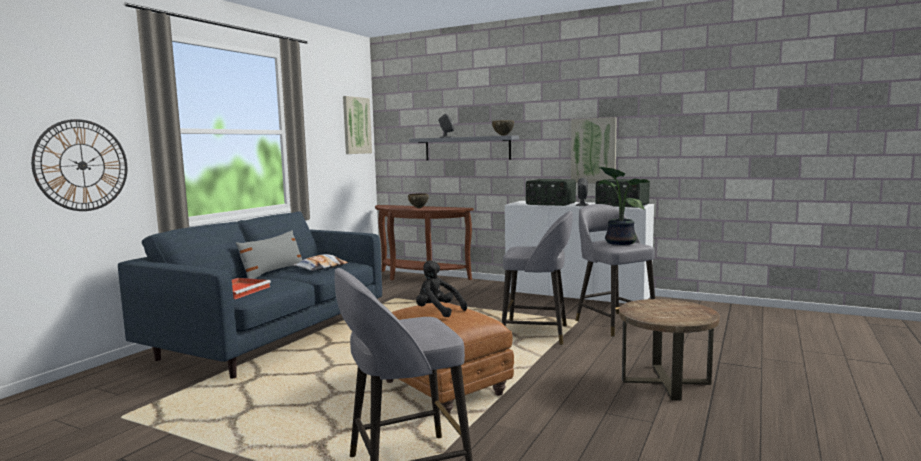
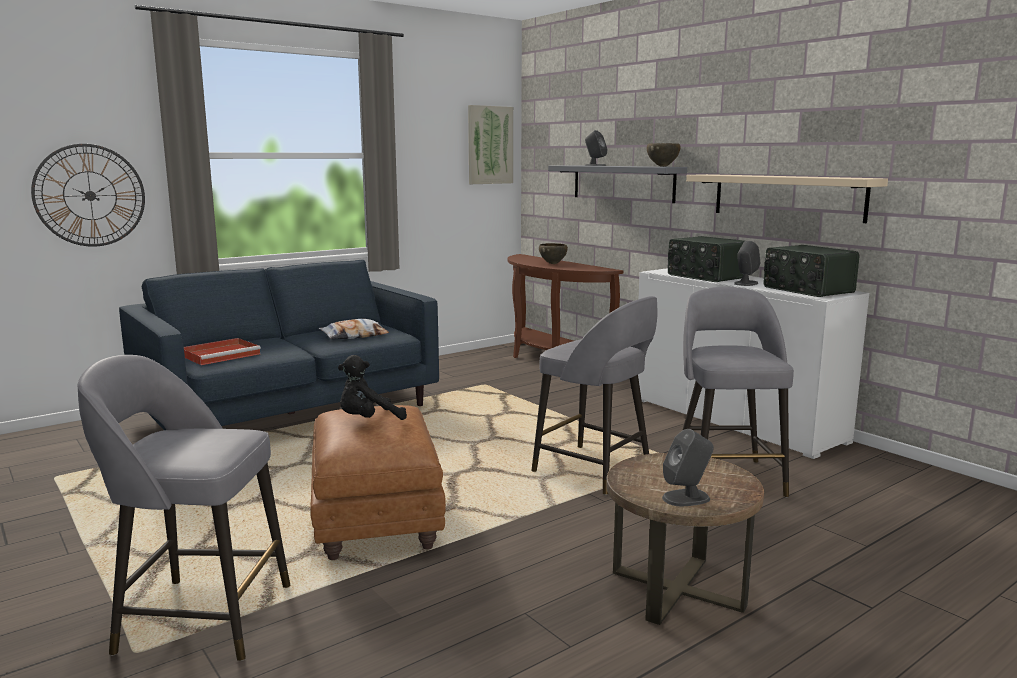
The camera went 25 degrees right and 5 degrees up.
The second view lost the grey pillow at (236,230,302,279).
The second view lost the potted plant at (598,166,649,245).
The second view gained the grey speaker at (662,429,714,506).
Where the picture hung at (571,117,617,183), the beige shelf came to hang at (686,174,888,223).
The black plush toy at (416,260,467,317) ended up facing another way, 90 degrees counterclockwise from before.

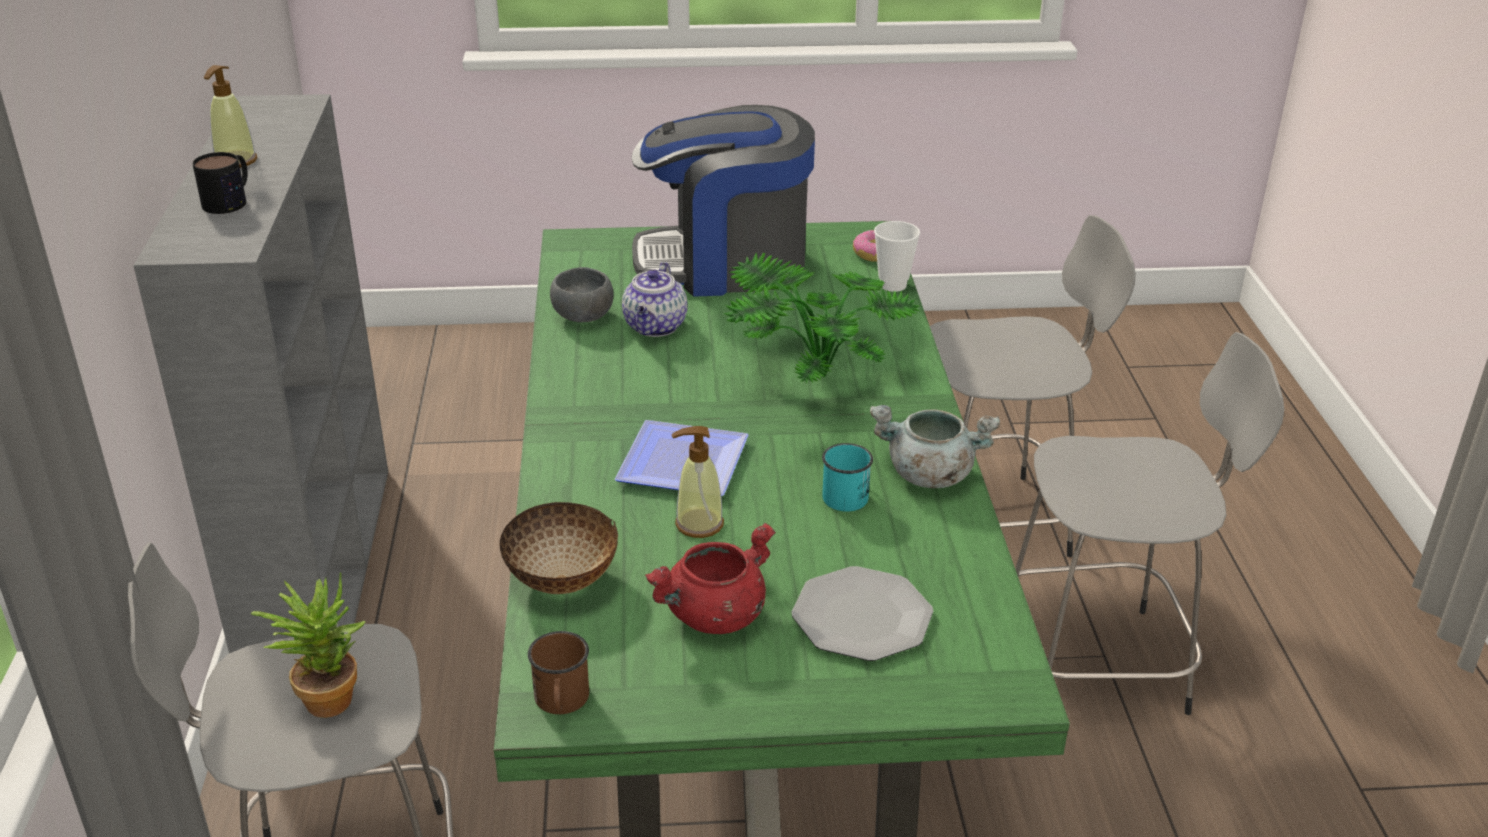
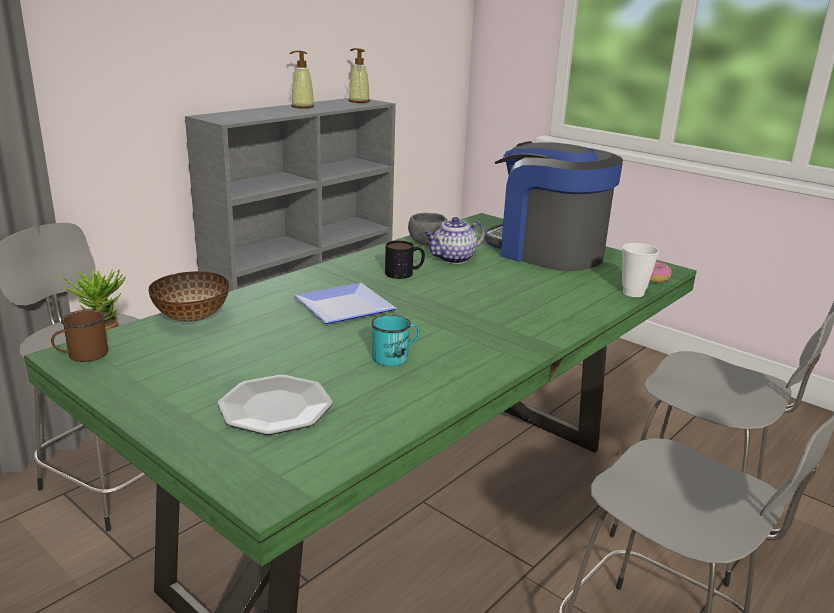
The camera went 45 degrees right and 10 degrees down.
The second view lost the red cooking pot at (645,523,776,634).
The second view lost the potted plant at (723,252,919,383).
The second view lost the grey cooking pot at (870,405,1000,488).
The mug ended up elsewhere, having gone from (192,152,248,214) to (385,241,425,279).
The soap dispenser ended up elsewhere, having gone from (672,426,724,538) to (349,48,370,103).

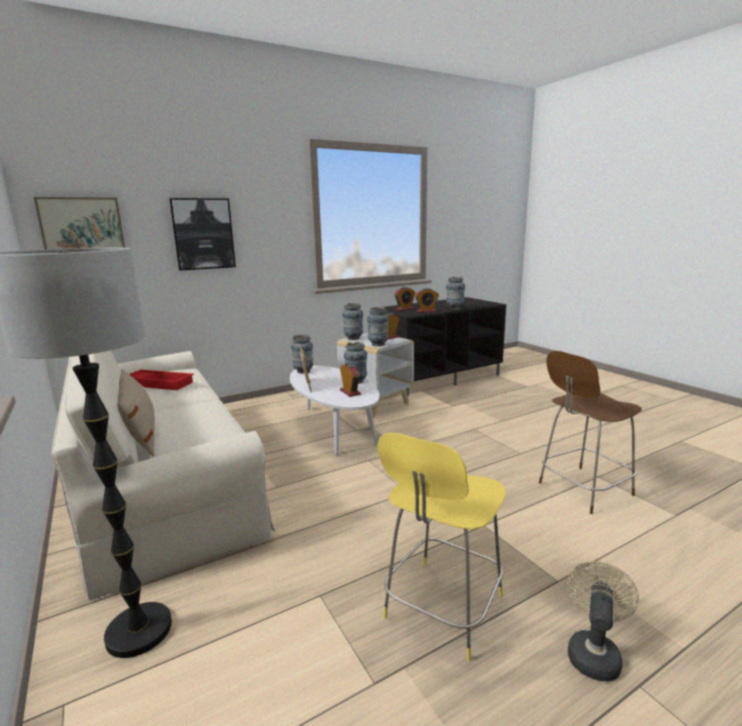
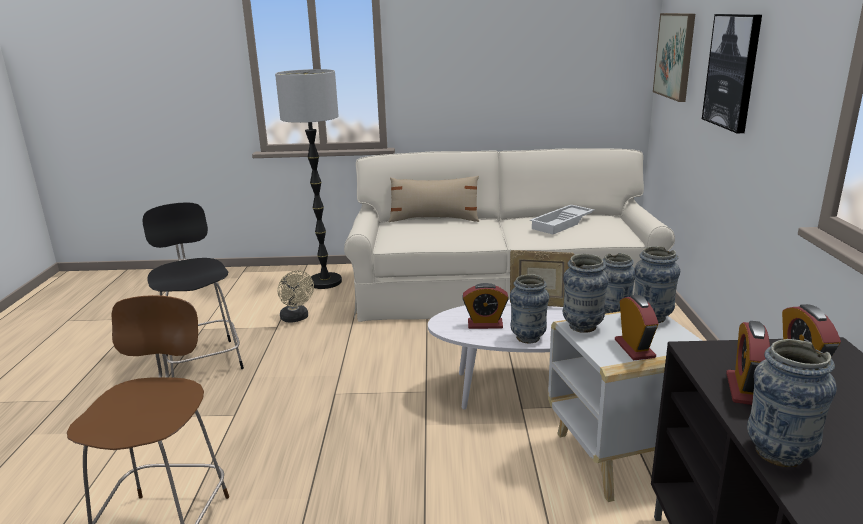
The camera went 120 degrees right and 5 degrees up.
The beige fan ended up elsewhere, having gone from (567,561,639,681) to (278,270,314,322).
What was the red tray at (129,369,194,390) turned into the white tray at (530,205,594,234).
What was the yellow stool at (378,432,506,661) turned into the black stool at (142,202,244,378).

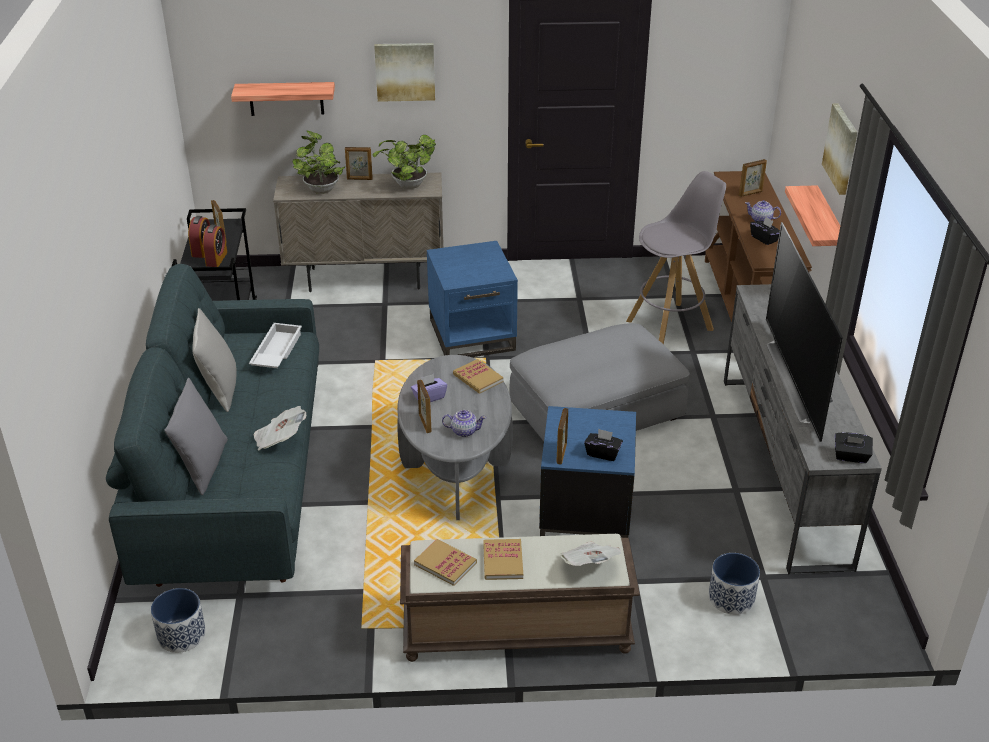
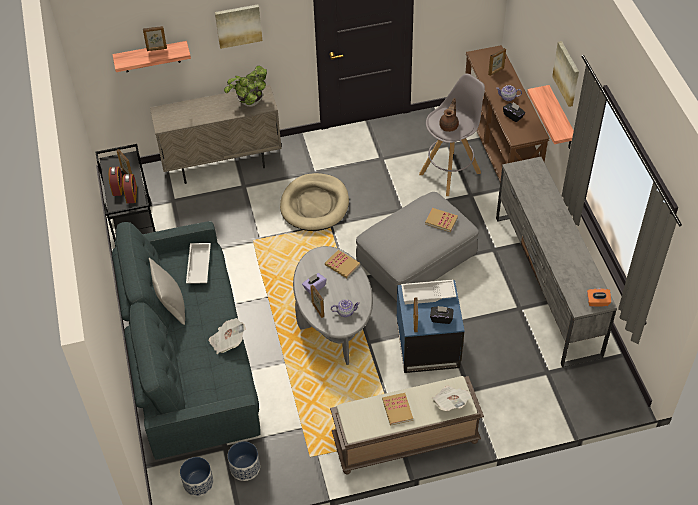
The camera went 10 degrees left and 15 degrees up.
The second view lost the grey pillow at (164,378,228,495).
The second view lost the potted plant at (292,130,345,194).
The second view lost the television at (766,222,843,442).
The second view gained the white tray at (401,280,456,305).
The second view gained the brown teapot at (439,98,459,132).
The picture frame ended up elsewhere, having gone from (345,147,373,180) to (143,26,167,51).
The book ended up elsewhere, having gone from (414,539,477,586) to (425,208,458,232).
The planter ended up elsewhere, having gone from (709,553,760,615) to (228,441,260,481).
Where the blue side table stood at (427,241,518,357), the beige dog bed came to stand at (280,173,349,231).
What was the black tissue box at (835,432,873,463) turned into the orange tissue box at (587,289,611,307).

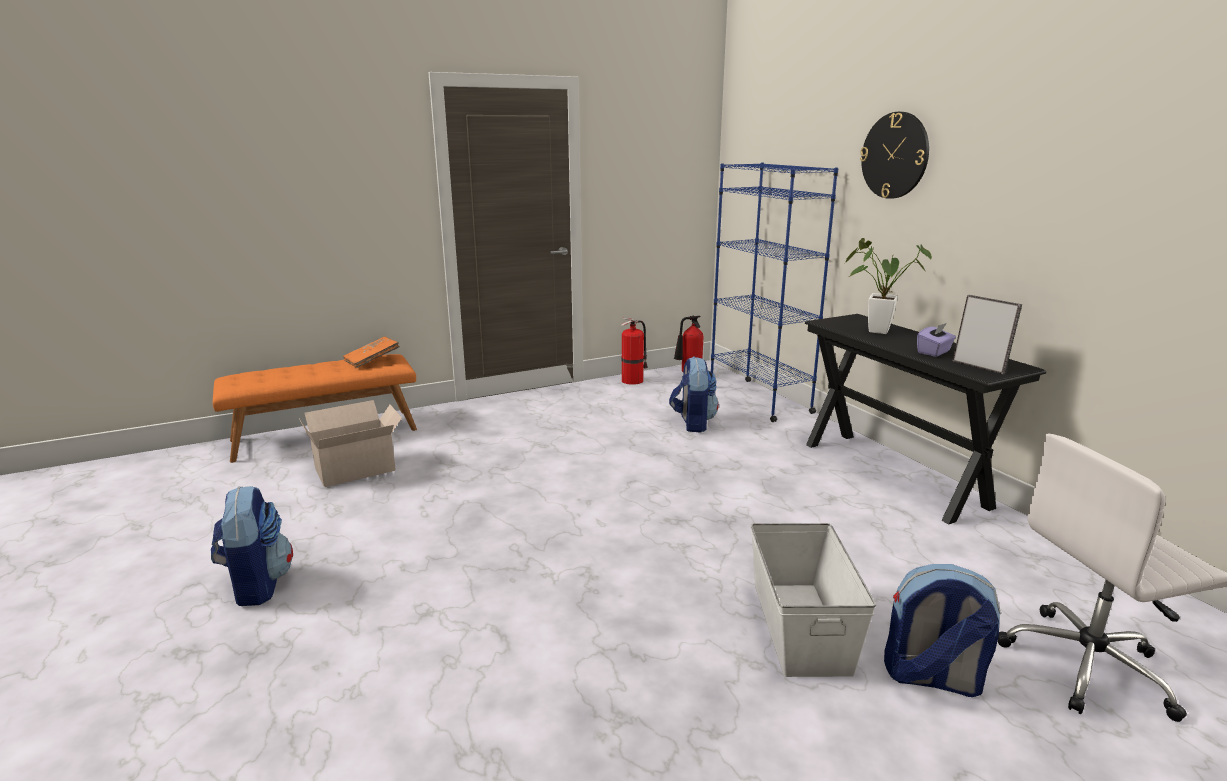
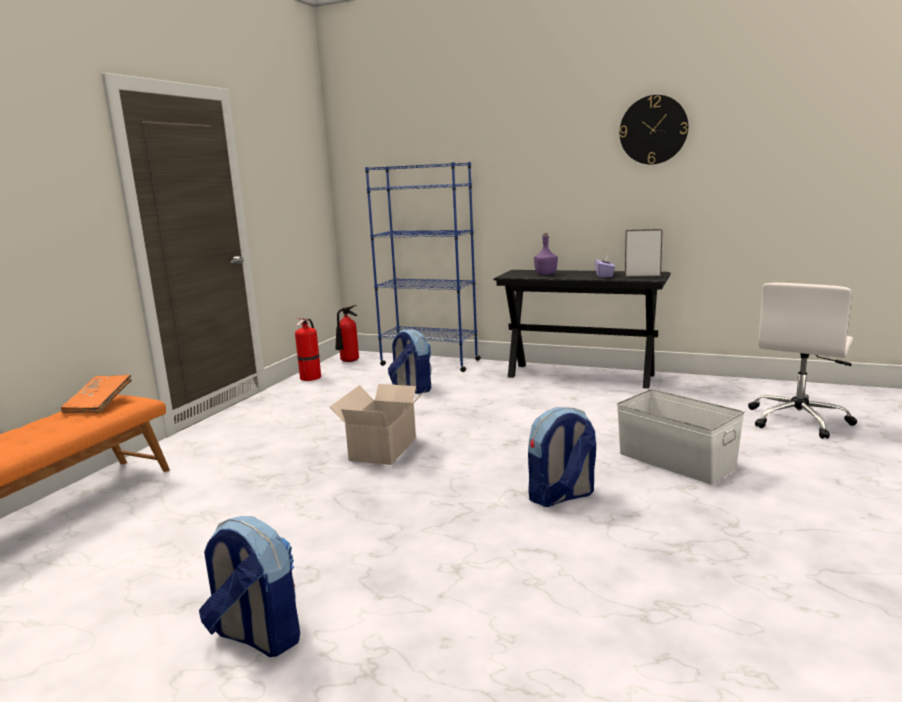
The camera went 40 degrees left and 5 degrees down.
The cardboard box ended up elsewhere, having gone from (299,400,402,487) to (330,384,427,465).
The wall clock ended up elsewhere, having gone from (860,112,929,199) to (620,95,688,164).
The backpack ended up elsewhere, having gone from (884,564,1001,697) to (528,407,596,507).
Where the potted plant stood at (845,238,932,334), the purple bottle came to stand at (534,233,558,275).

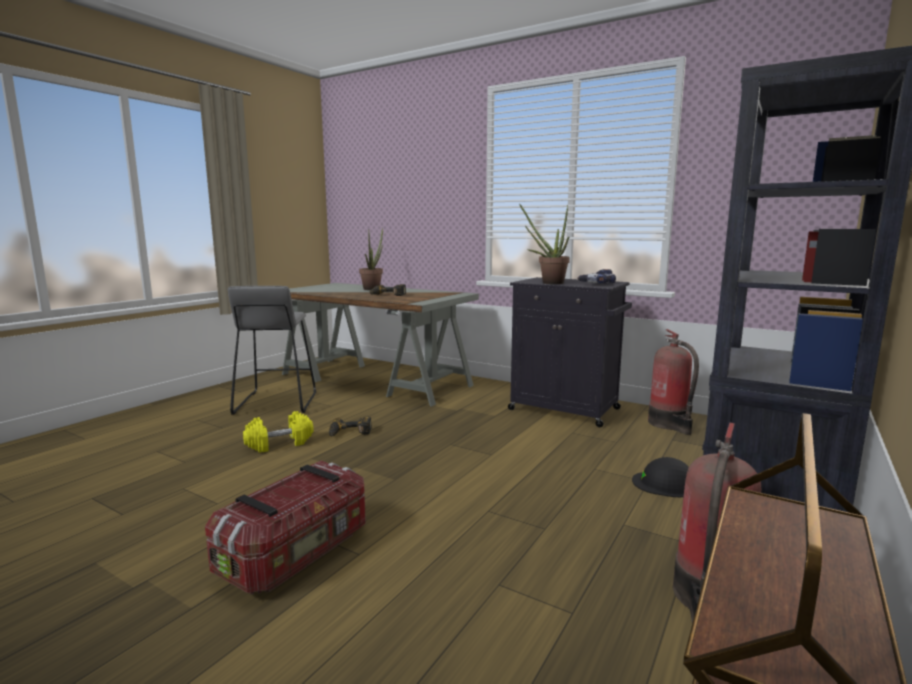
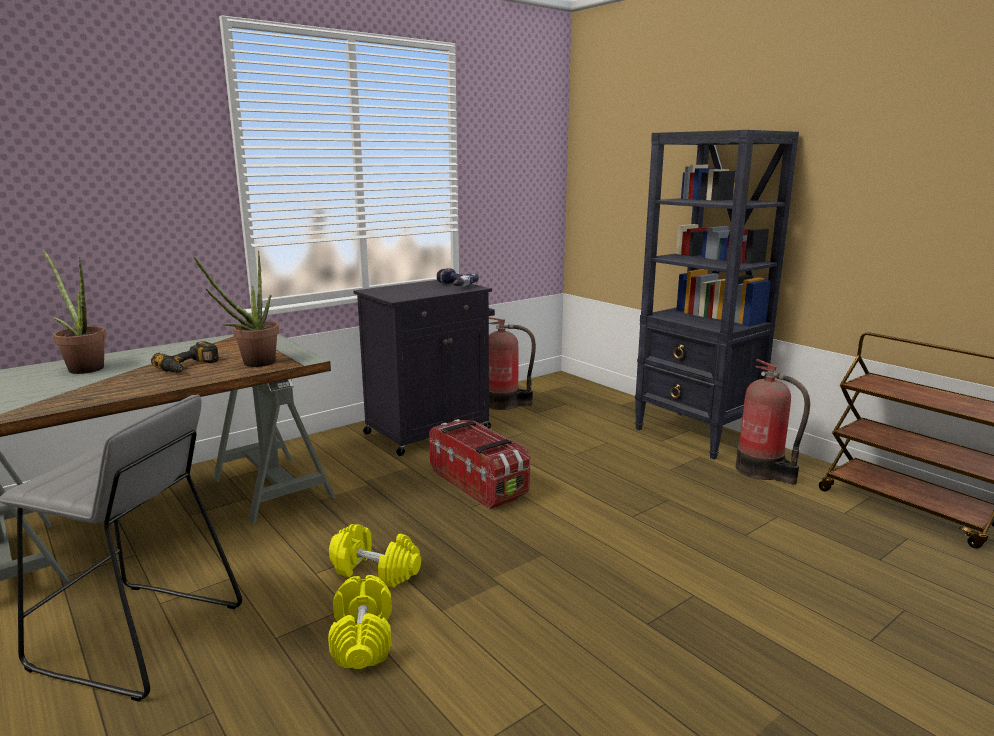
The camera went 70 degrees left and 5 degrees up.
The second view lost the black hard hat at (632,457,689,497).
The storage box ended up elsewhere, having gone from (205,461,366,594) to (429,419,531,509).
The potted plant ended up elsewhere, having gone from (520,205,570,284) to (193,251,279,367).
Where the power drill stood at (329,417,372,436), the yellow dumbbell came to stand at (329,524,421,588).

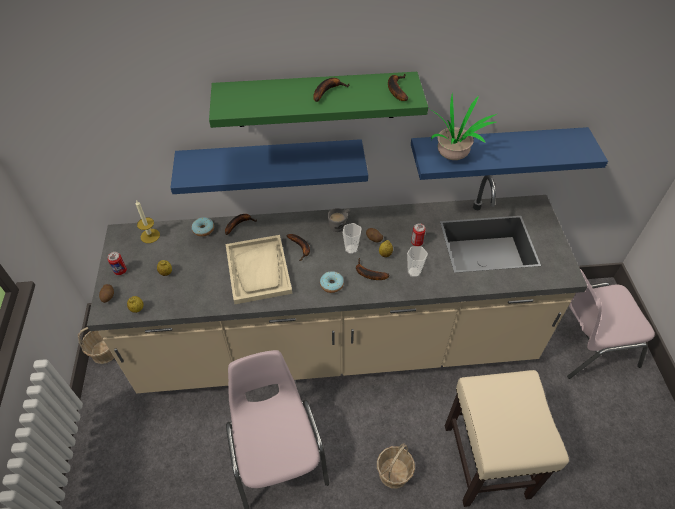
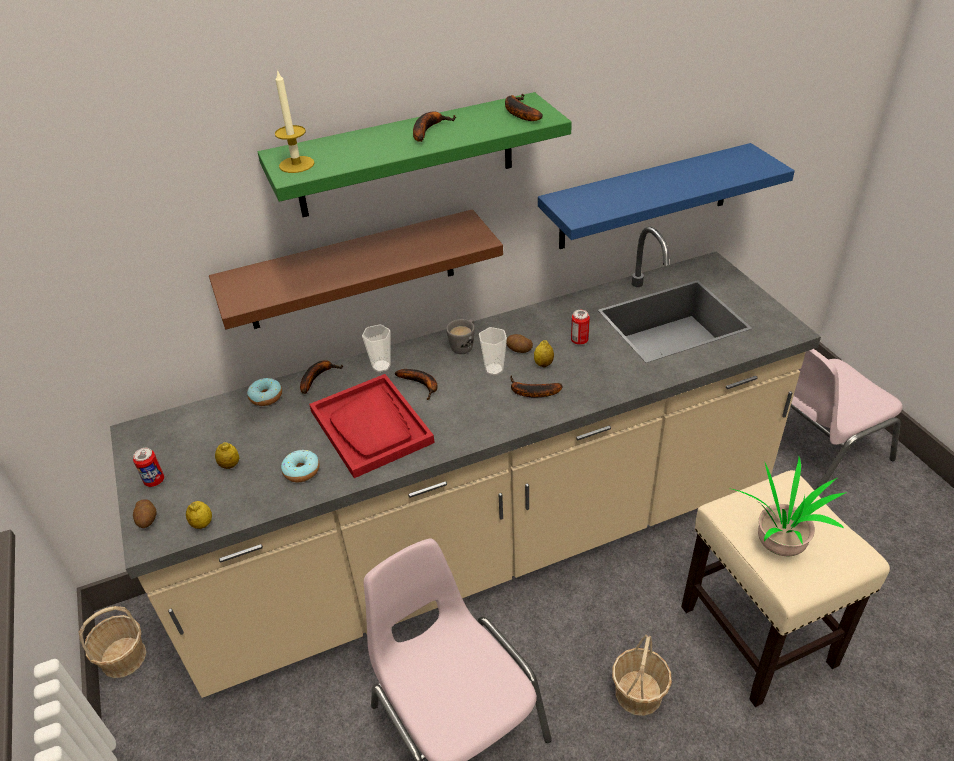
The camera went 15 degrees left and 10 degrees down.
The candle ended up elsewhere, having gone from (136,200,160,243) to (275,69,315,173).
The donut ended up elsewhere, having gone from (320,271,344,293) to (281,450,320,482).
The cup ended up elsewhere, having gone from (407,246,428,277) to (362,324,391,372).
The potted plant ended up elsewhere, having gone from (428,93,497,160) to (728,455,847,556).
What was the blue shelf at (170,139,368,194) turned into the brown shelf at (209,209,503,330).
What was the beige tray at (226,235,292,304) turned into the red tray at (309,374,435,478).

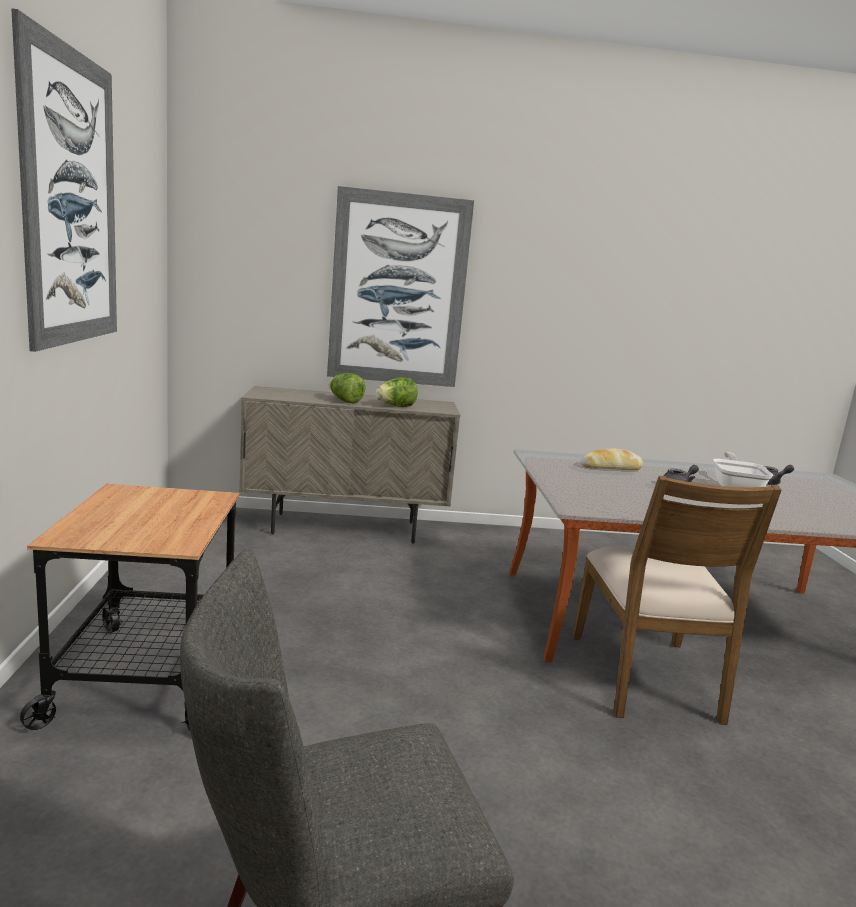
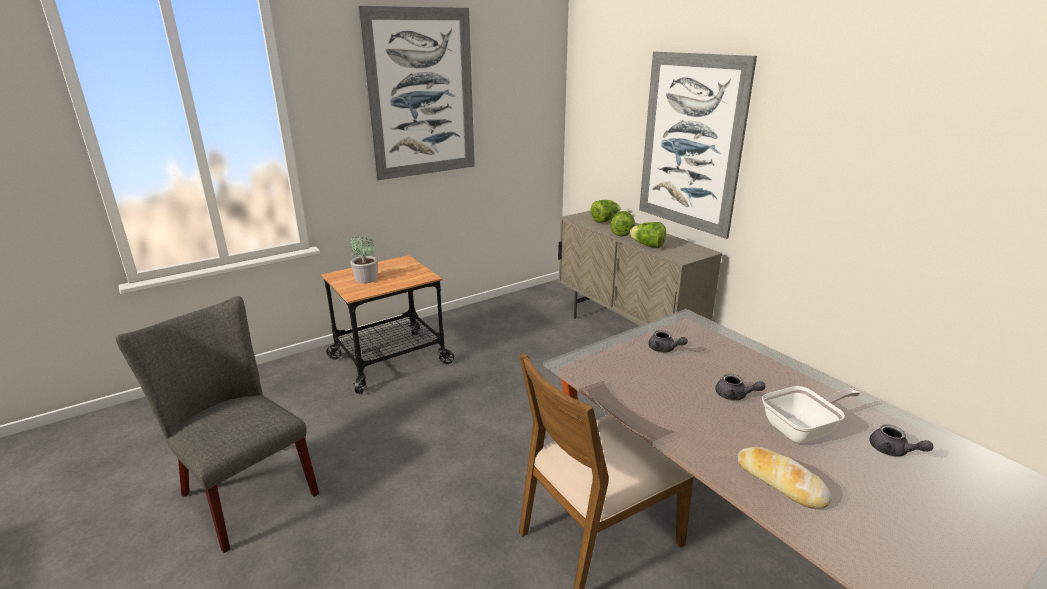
The camera went 60 degrees right and 10 degrees up.
The second view gained the potted plant at (350,234,377,283).
The second view gained the lettuce at (590,200,620,223).
The second view gained the grey teapot at (648,330,688,352).
The bread ended up elsewhere, having gone from (580,448,643,470) to (737,447,832,508).

